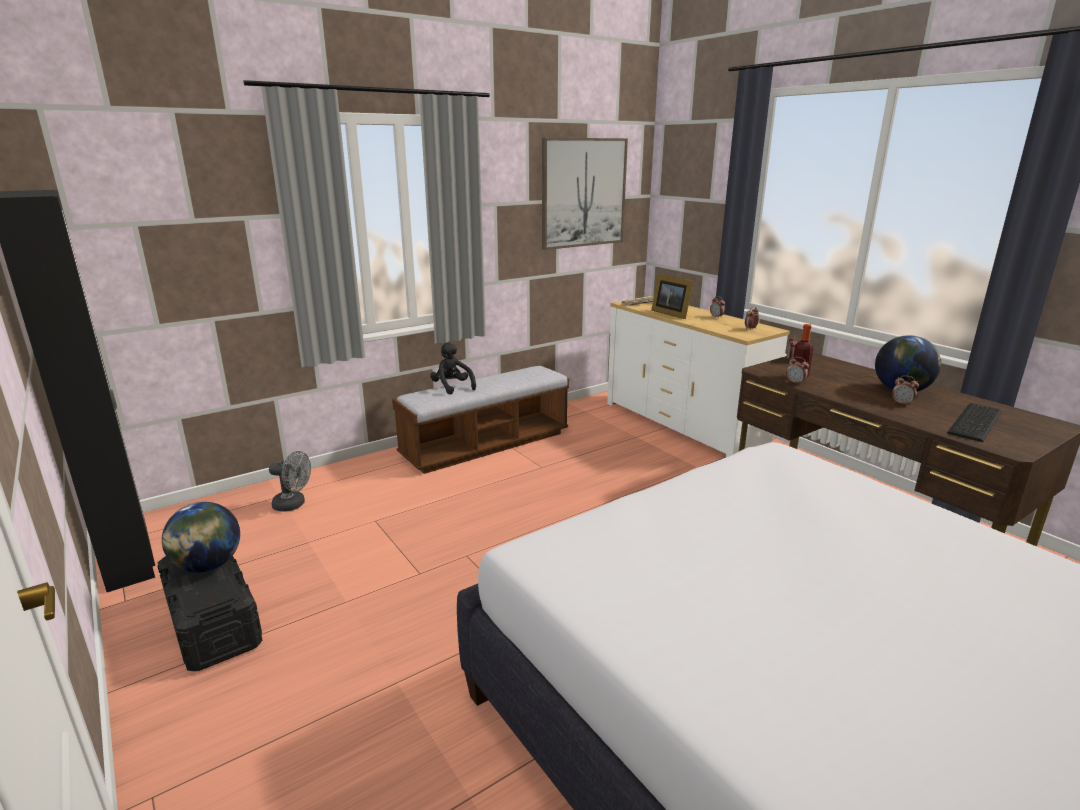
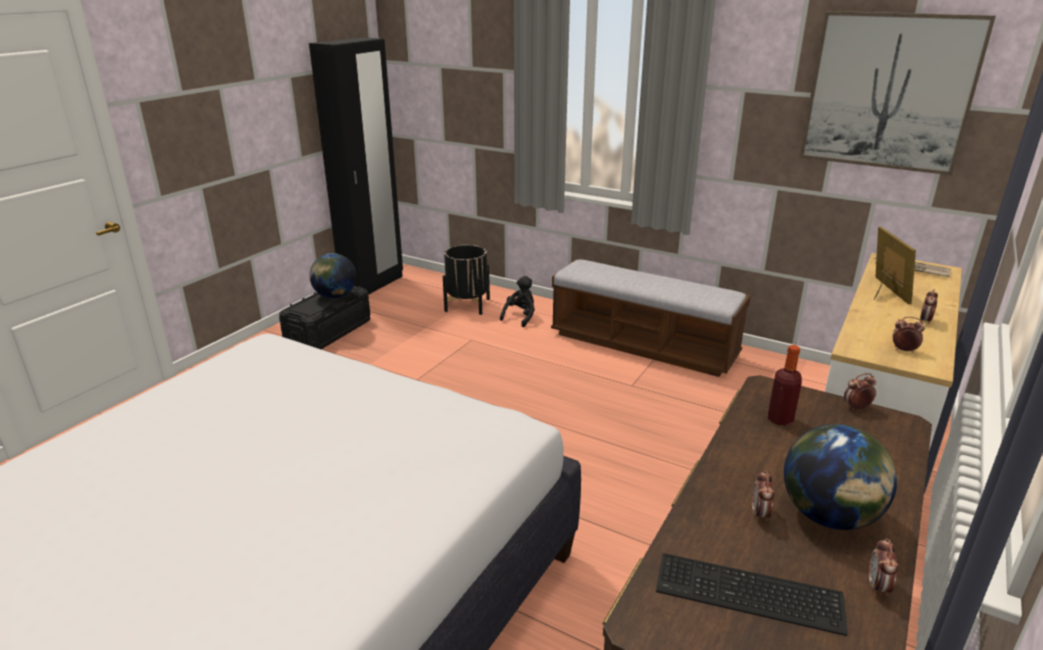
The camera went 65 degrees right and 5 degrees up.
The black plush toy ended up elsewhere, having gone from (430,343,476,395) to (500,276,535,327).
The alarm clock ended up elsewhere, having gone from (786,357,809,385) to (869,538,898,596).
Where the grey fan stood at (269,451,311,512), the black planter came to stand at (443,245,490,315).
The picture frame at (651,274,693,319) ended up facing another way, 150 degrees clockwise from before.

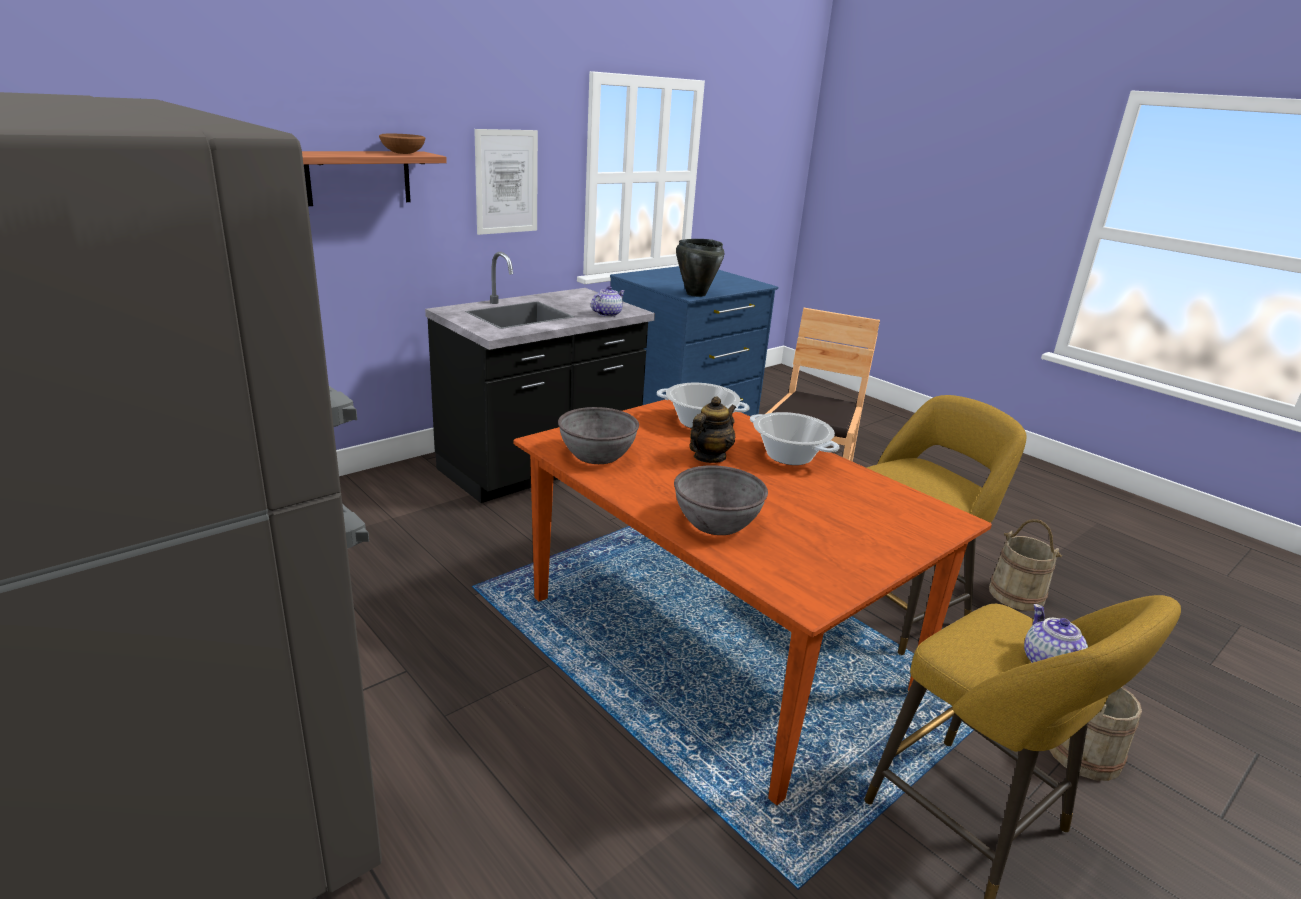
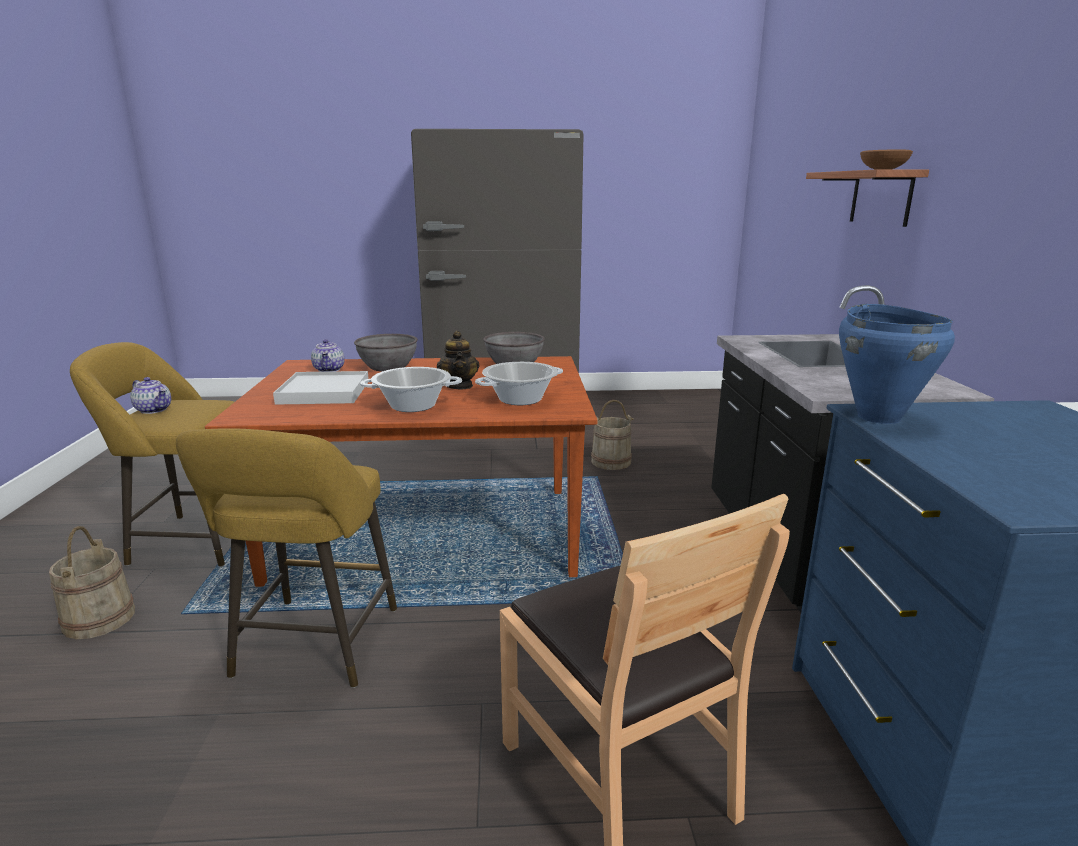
The camera went 130 degrees right and 5 degrees down.
The second view lost the picture at (474,129,538,235).
The second view gained the white tray at (273,371,369,405).
The teapot ended up elsewhere, having gone from (591,286,625,317) to (311,339,344,372).
The beige bucket ended up elsewhere, having gone from (989,519,1062,611) to (591,400,634,470).
What was the black cooking pot at (676,239,724,297) turned into the blue cooking pot at (839,304,955,424).

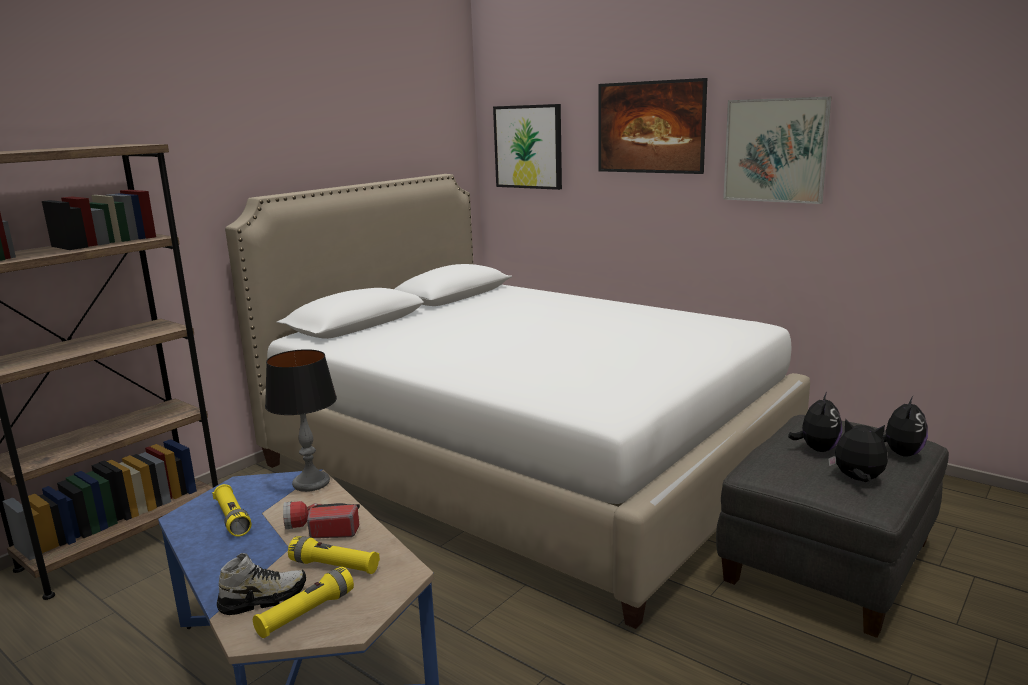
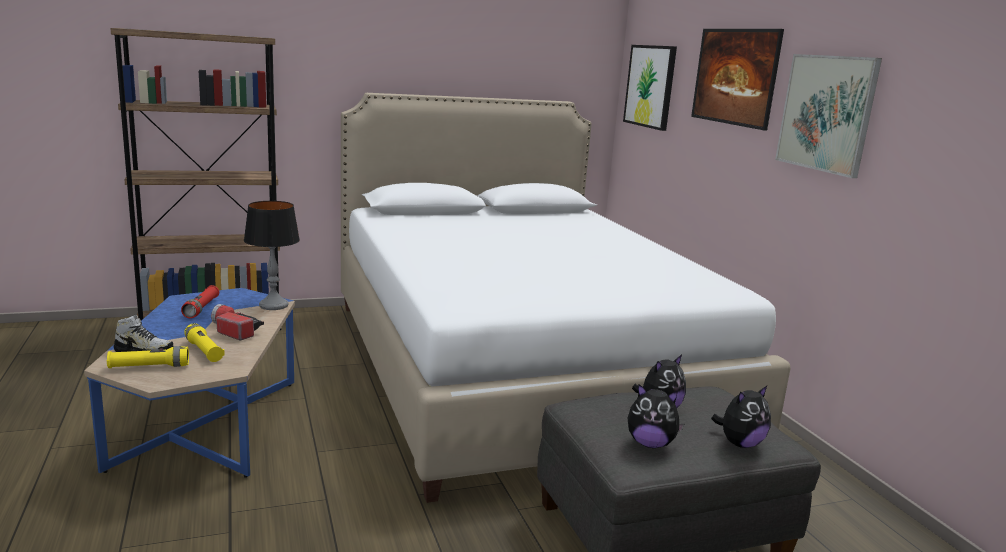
The camera went 30 degrees right and 0 degrees up.
What was the yellow flashlight at (212,484,251,537) turned into the red flashlight at (181,285,219,318).
The plush toy at (828,418,888,482) ended up facing another way, 135 degrees clockwise from before.

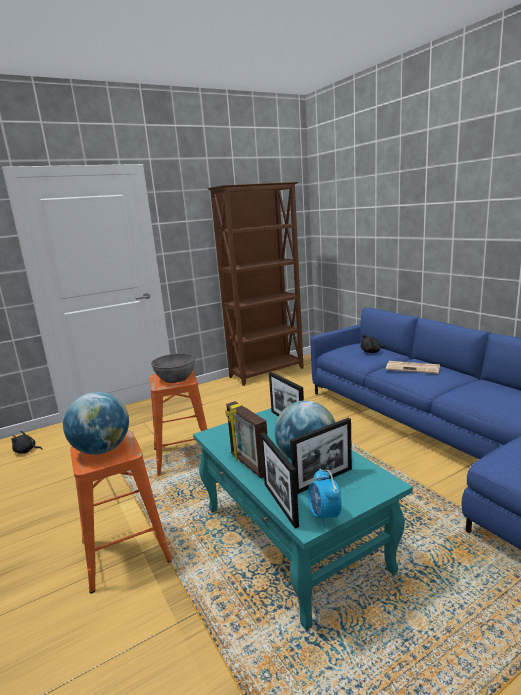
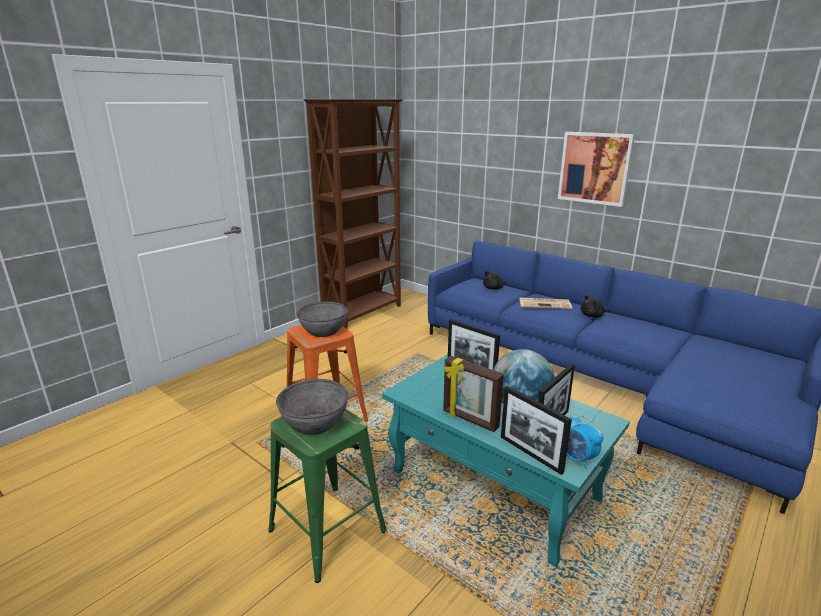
The camera went 20 degrees left and 5 degrees up.
The second view gained the picture at (558,132,635,207).
The black plush toy ended up elsewhere, having gone from (11,431,42,454) to (581,295,610,318).
Where the globe stood at (63,392,129,455), the grey bowl came to stand at (276,379,349,435).
What was the orange stool at (70,431,172,594) turned into the green stool at (268,409,386,583).

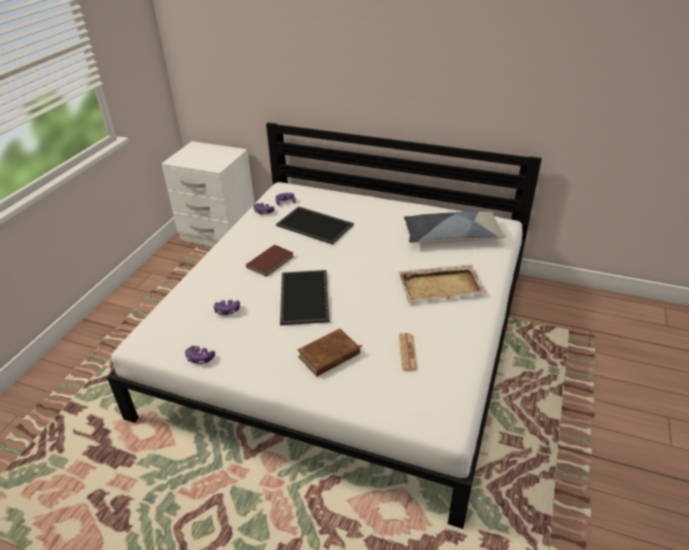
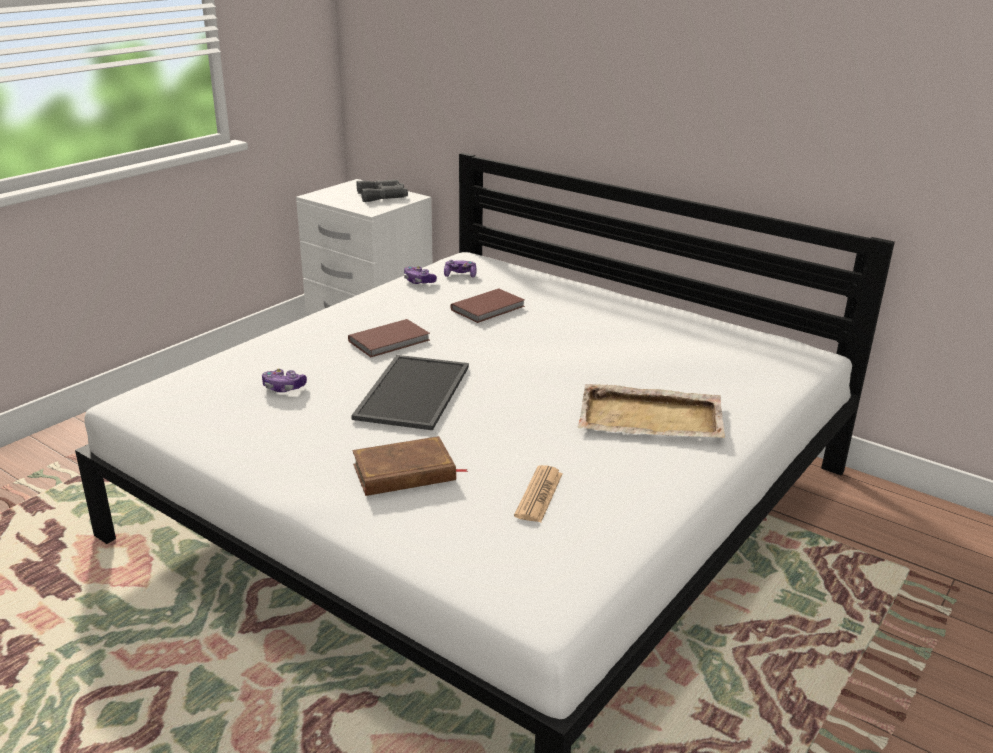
The camera went 15 degrees right and 10 degrees down.
The second view lost the game controller at (185,346,215,364).
The second view lost the pillow at (404,211,506,243).
The second view gained the grey binoculars at (357,180,408,202).
Where the tray stood at (276,206,354,245), the brown book came to stand at (450,288,525,323).

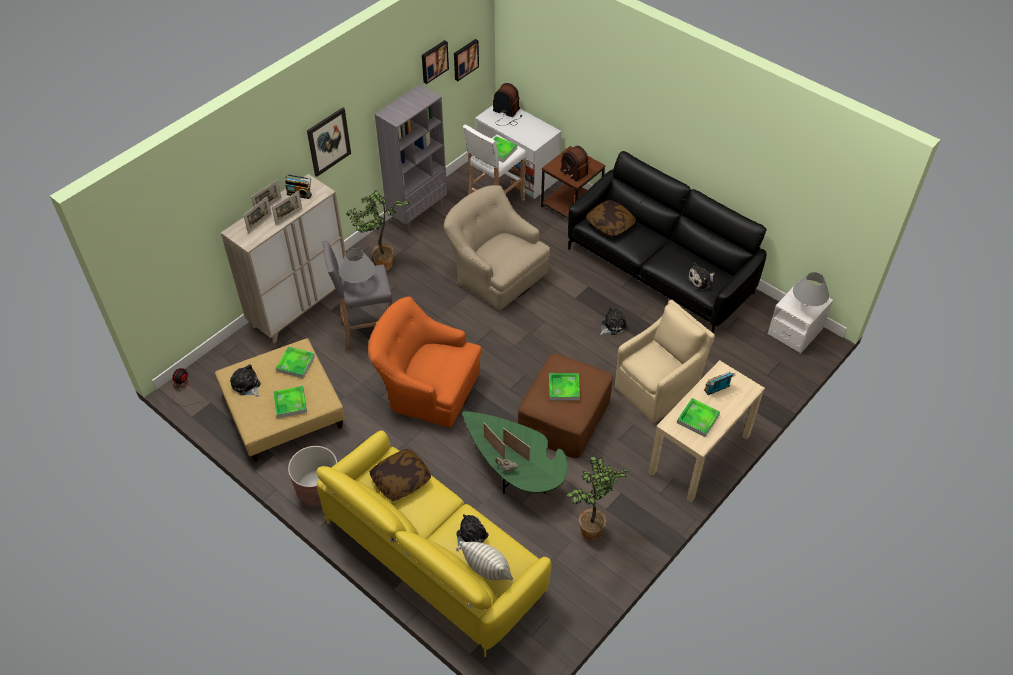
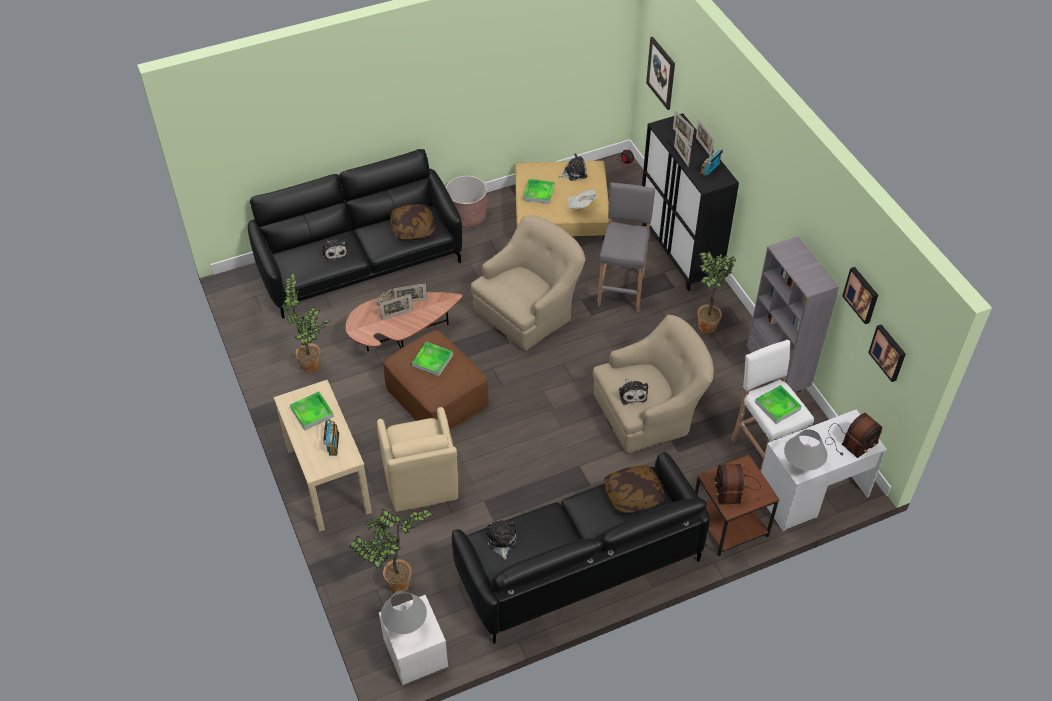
The camera went 115 degrees right and 0 degrees up.
The second view lost the pillow at (460,541,513,580).
The second view gained the potted plant at (349,509,434,592).
The picture ended up elsewhere, having gone from (307,107,351,177) to (646,37,675,110).
The grey table lamp ended up elsewhere, having gone from (339,248,375,283) to (784,429,828,470).
The plush toy ended up elsewhere, having gone from (600,307,627,335) to (619,379,648,405).
Where the tray stood at (276,347,315,378), the newspaper came to stand at (567,190,597,209).
What was the beige cabinet at (221,174,346,343) turned into the black cabinet at (642,113,739,291).
What was the yellow sofa at (316,430,551,657) turned into the black sofa at (248,149,462,319).
What was the orange armchair at (368,297,481,428) turned into the beige armchair at (471,216,585,351).
What was the green coffee table at (462,411,568,494) turned into the brown coffee table at (345,292,463,351).
The radio at (560,146,591,182) ended up facing another way, 75 degrees counterclockwise from before.

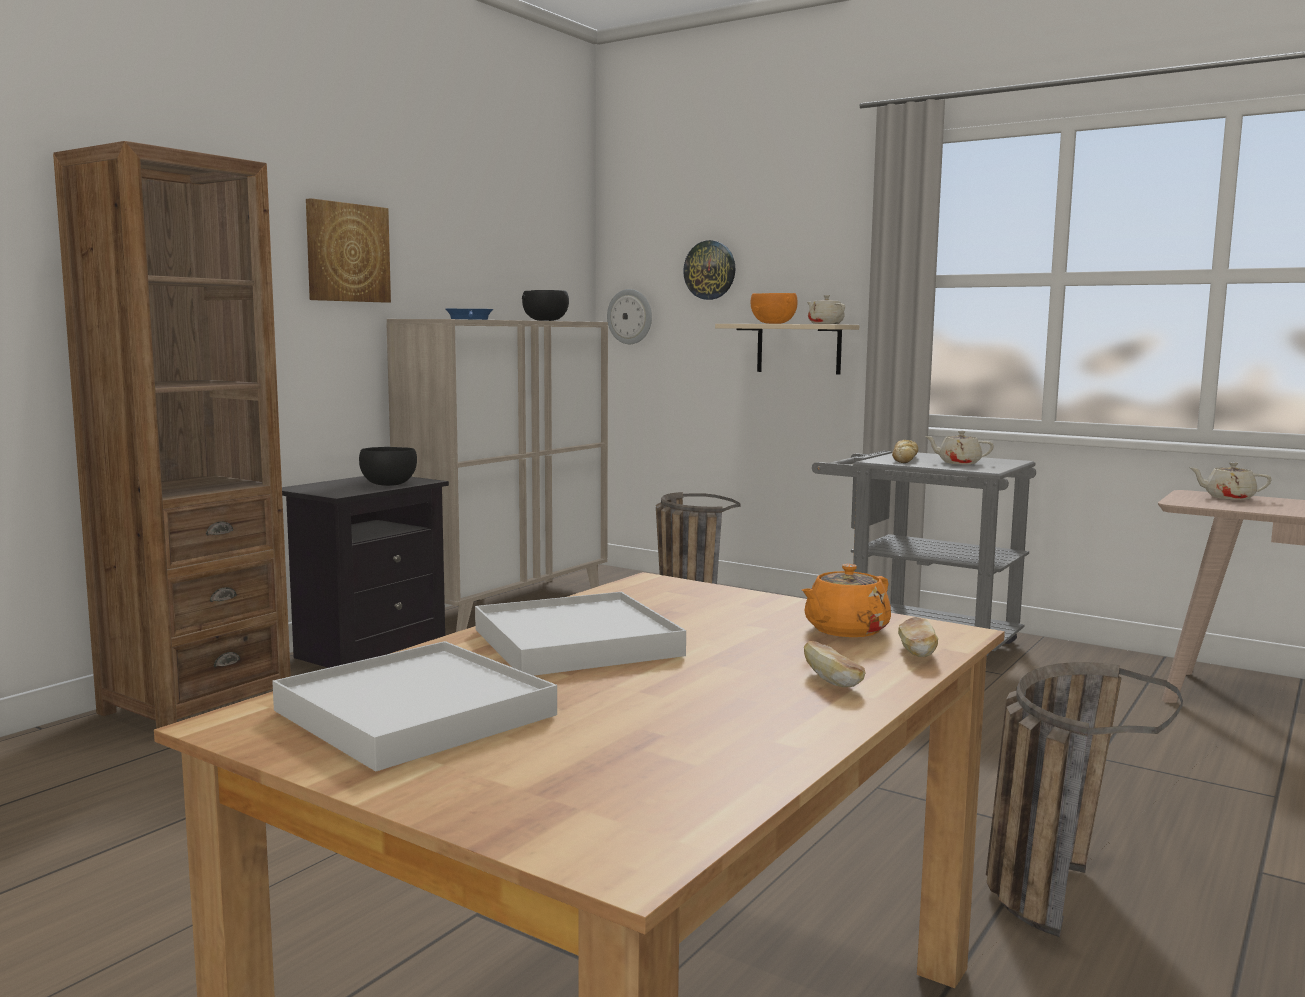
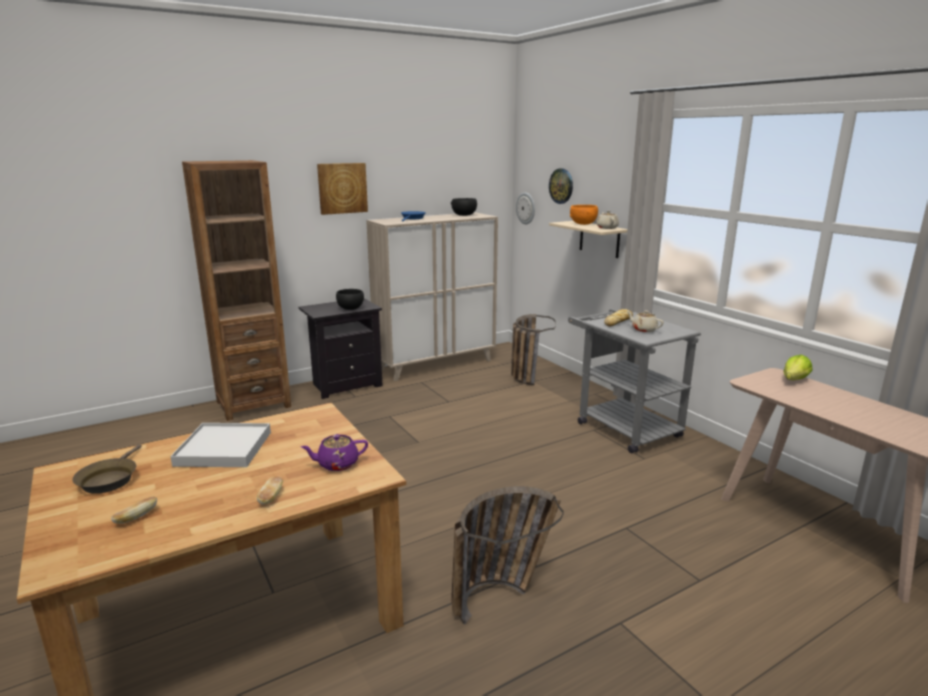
The camera went 25 degrees right and 10 degrees up.
The bread ended up elsewhere, having gone from (898,617,938,657) to (111,497,157,524).
Where the white tray stood at (272,641,557,771), the brown frying pan came to stand at (72,444,142,494).
Where the beige teapot stood at (1190,462,1272,500), the lettuce came to stand at (784,355,812,380).
What was the orange teapot at (802,564,891,637) turned into the purple teapot at (301,434,368,471).

